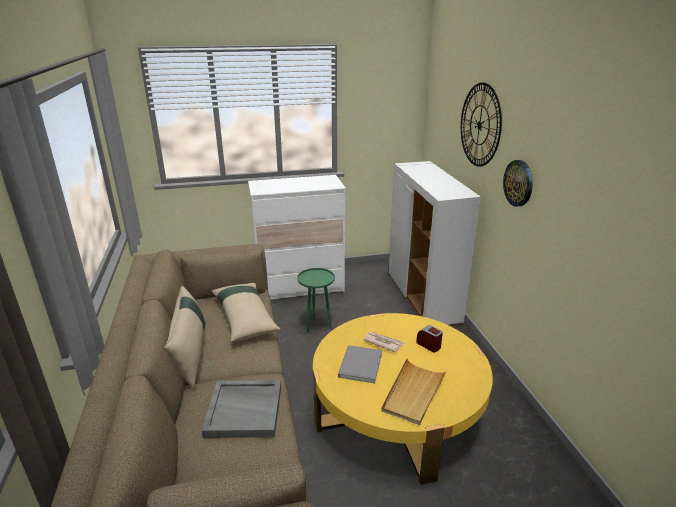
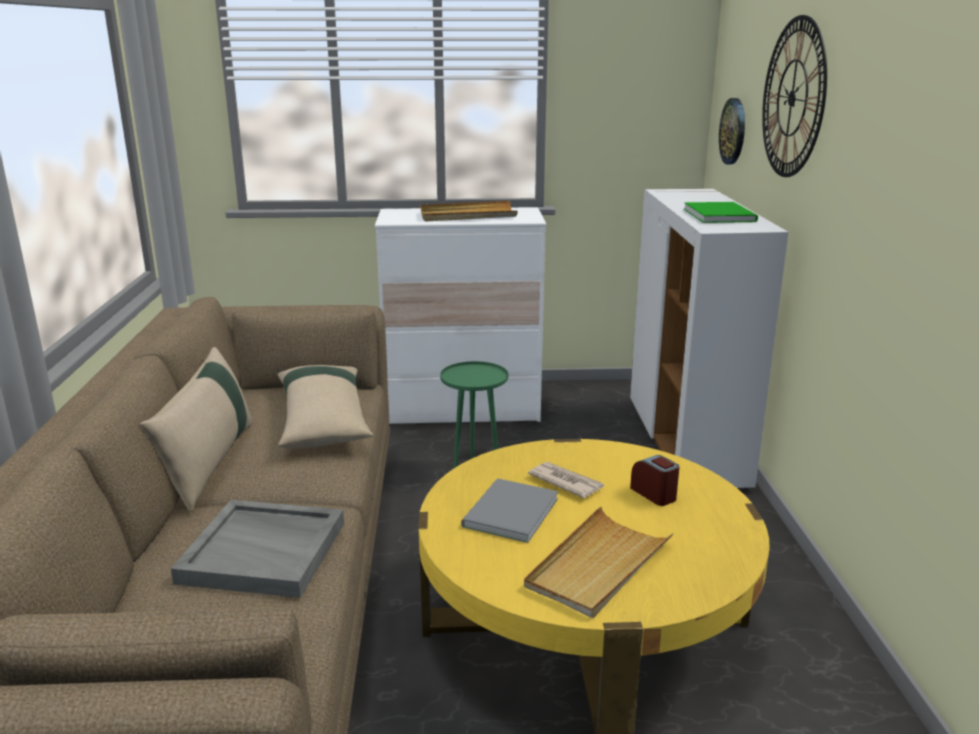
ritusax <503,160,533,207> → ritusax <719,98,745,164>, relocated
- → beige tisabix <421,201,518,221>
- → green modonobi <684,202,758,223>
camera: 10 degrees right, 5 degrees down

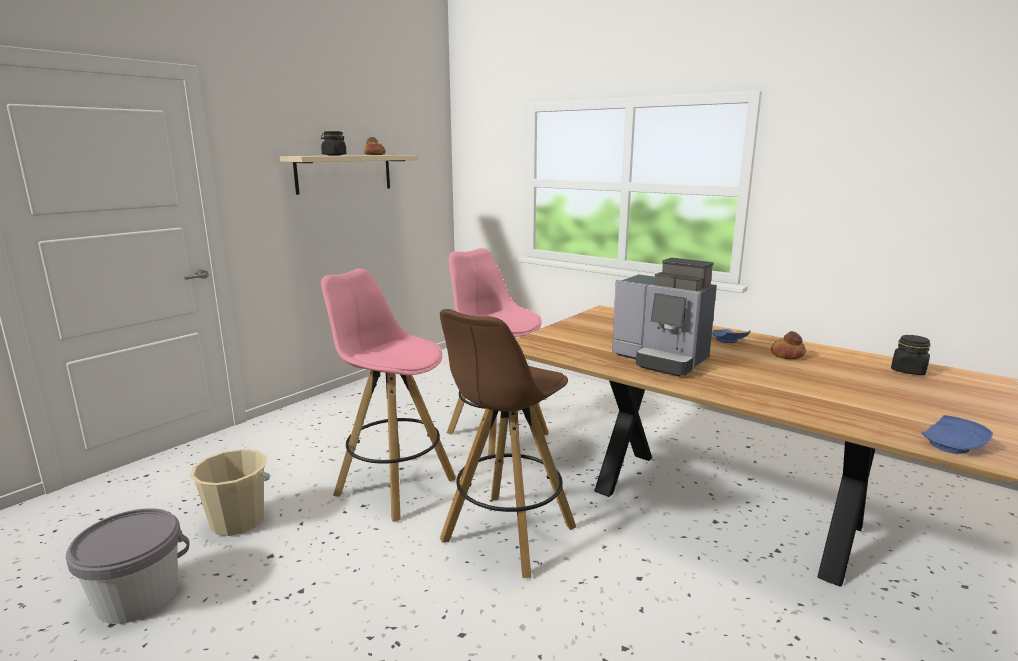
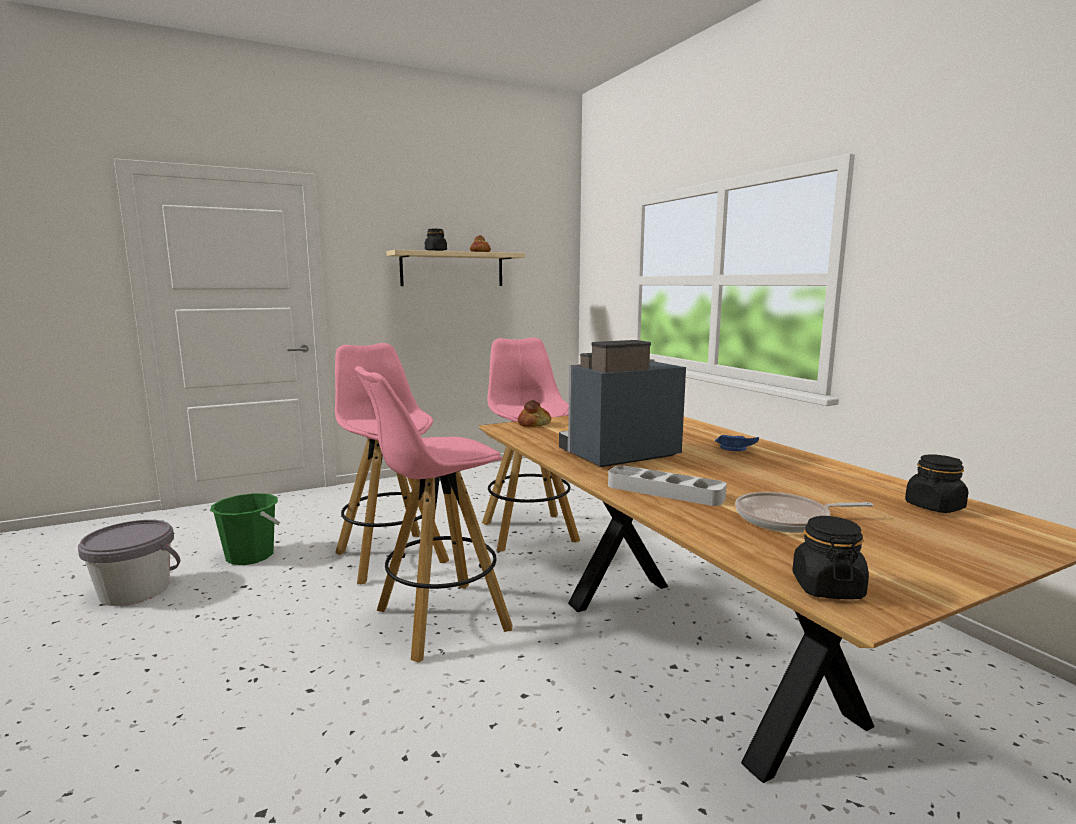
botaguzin <612,258,717,376> → botaguzin <559,340,686,467>, 90 degrees clockwise
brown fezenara <440,309,576,578> → pink fezenara <355,366,512,663>
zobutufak <771,331,806,359> → zobutufak <518,400,551,427>, relocated
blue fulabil <921,415,993,454> → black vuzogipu <792,516,869,599>
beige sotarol <190,449,270,536> → green sotarol <210,493,280,565>
- → grey tisabix <608,465,727,506>
- → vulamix <735,492,873,533>
camera: 25 degrees right, 5 degrees down

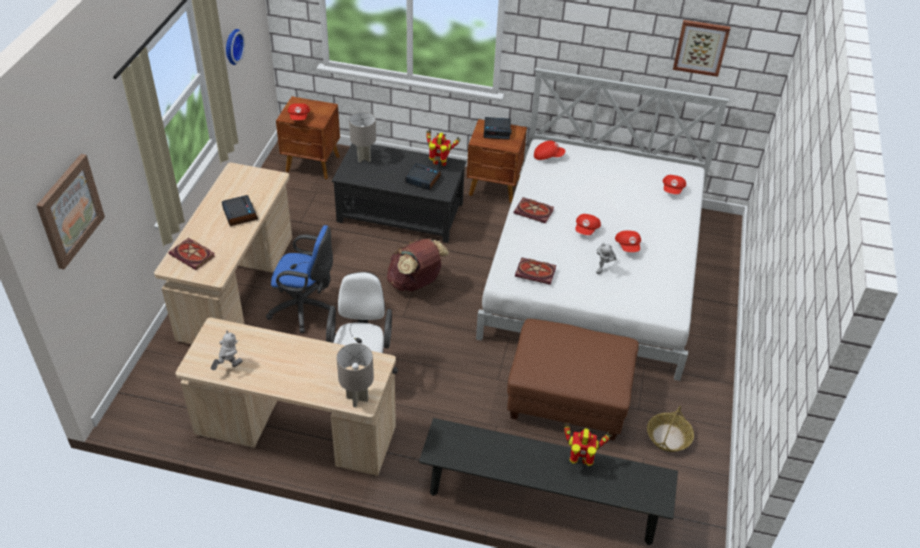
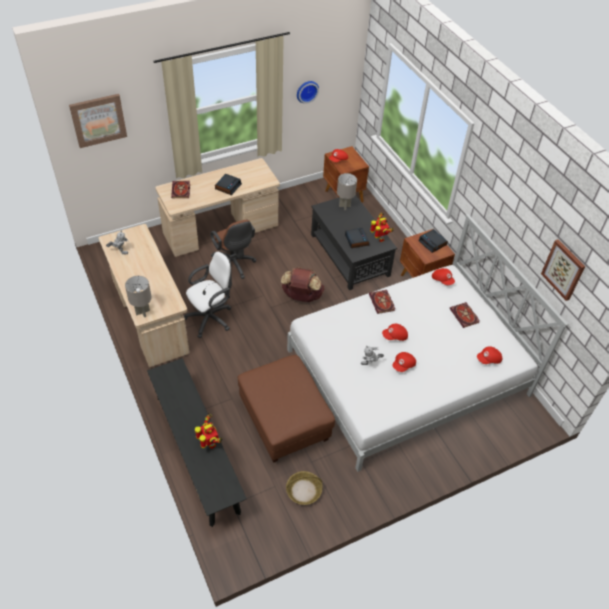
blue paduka <266,225,336,333> → brown paduka <210,220,256,279>
modonobi <515,257,556,285> → modonobi <449,302,480,328>, relocated
camera: 50 degrees right, 5 degrees up

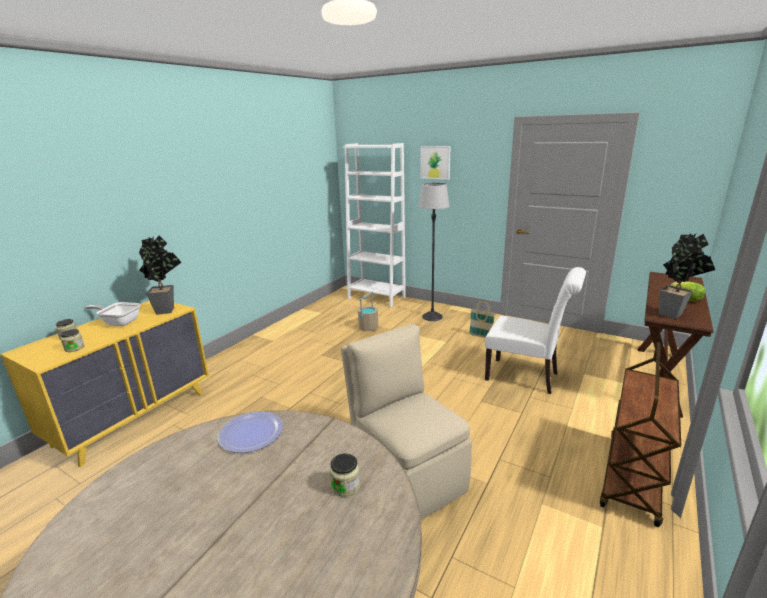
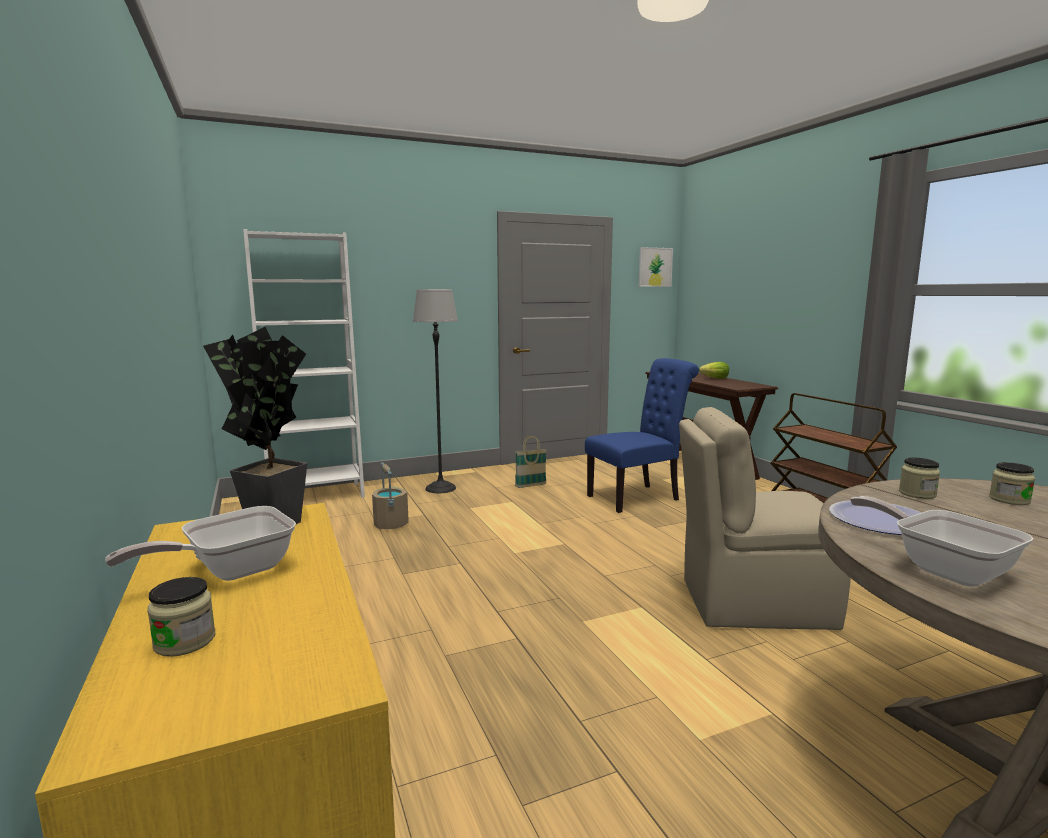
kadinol <421,146,451,179> → kadinol <639,247,673,287>, relocated
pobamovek <659,234,715,319> → -
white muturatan <485,267,586,394> → blue muturatan <585,358,699,513>
vuzogipu <60,329,84,352> → vuzogipu <899,458,940,499>, relocated
- → vulamix <850,496,1033,587>
camera: 55 degrees left, 10 degrees down

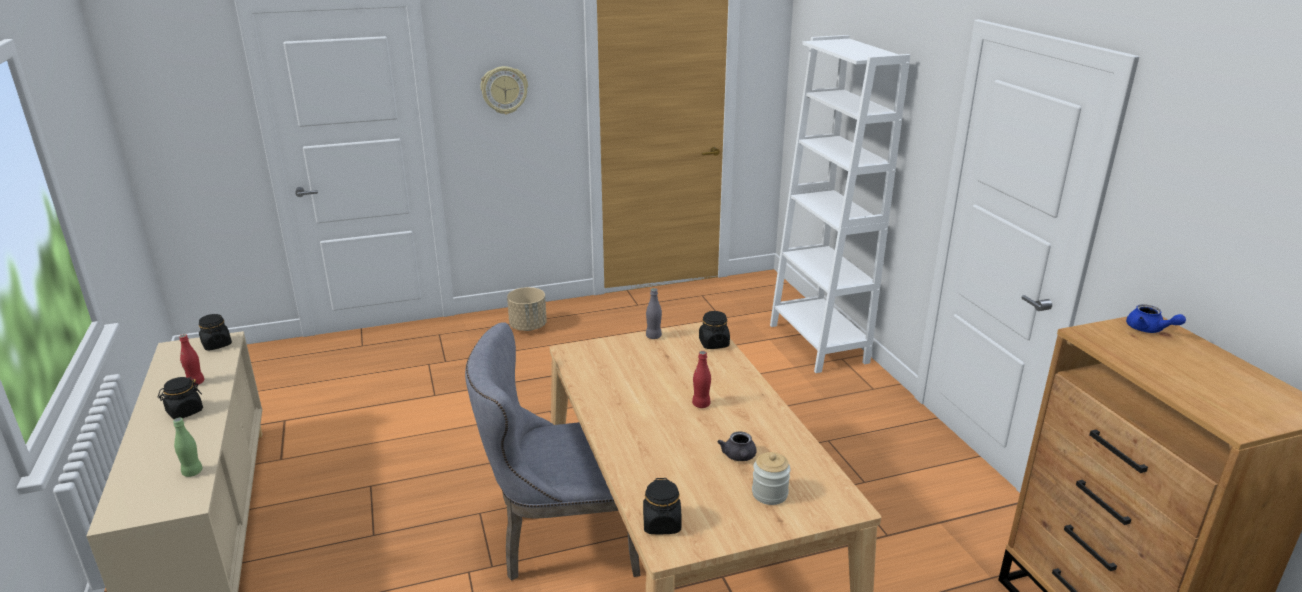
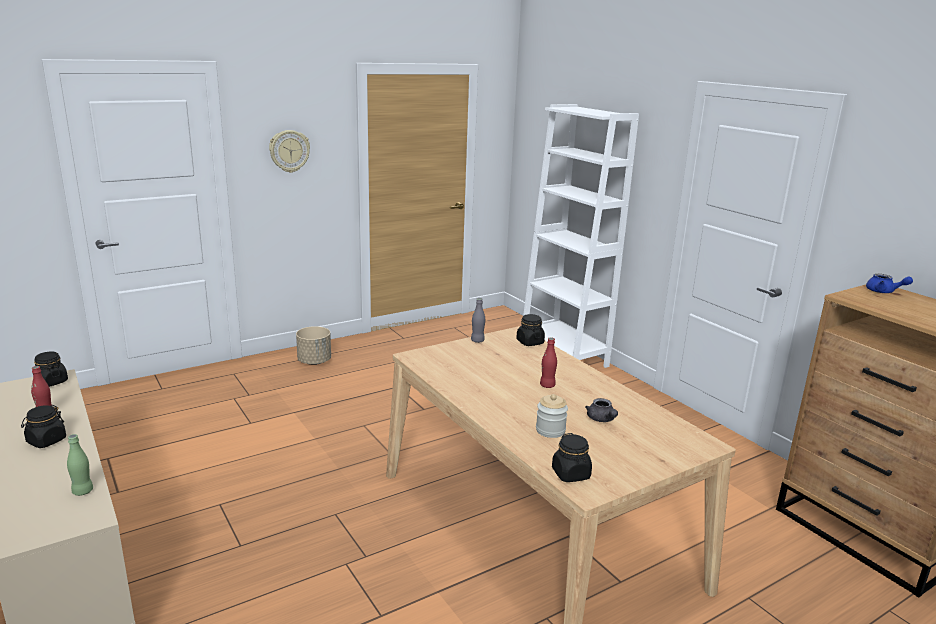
grey muturatan <465,322,641,581> → -
vuzogipu <752,452,791,505> → vuzogipu <536,394,568,438>, relocated
camera: 15 degrees left, 5 degrees down

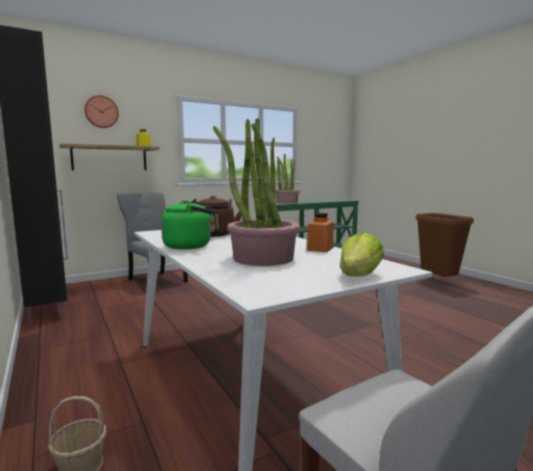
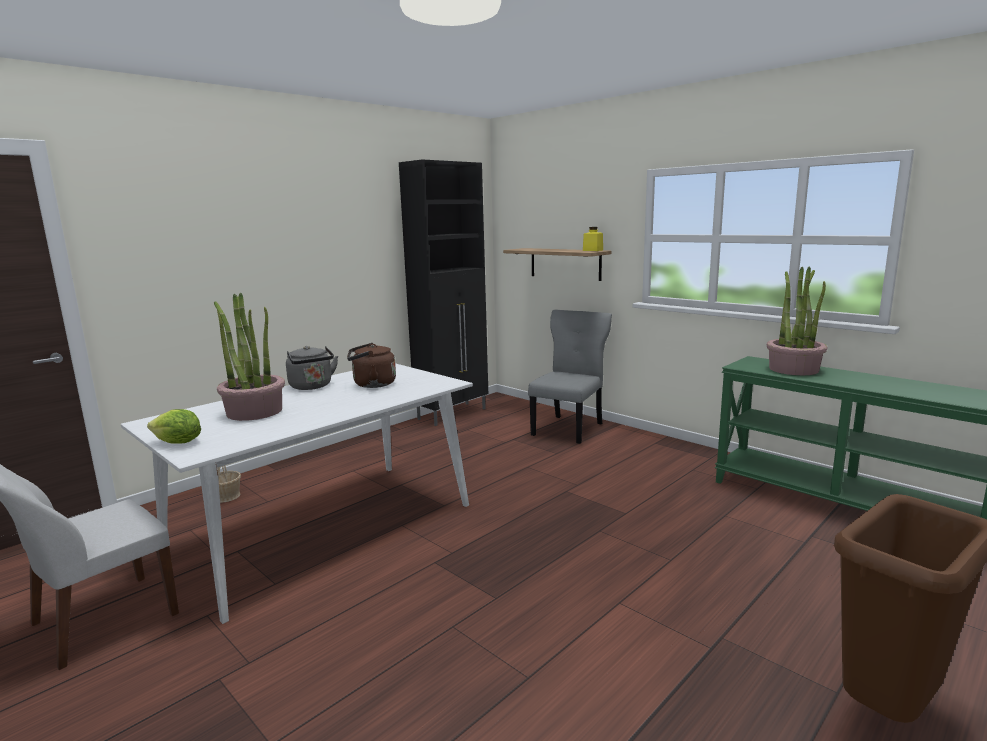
ritusax <84,95,119,128> → -
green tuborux <161,200,215,250> → grey tuborux <286,346,338,390>
orange vuzogipu <307,213,334,253> → -
camera: 75 degrees right, 5 degrees up

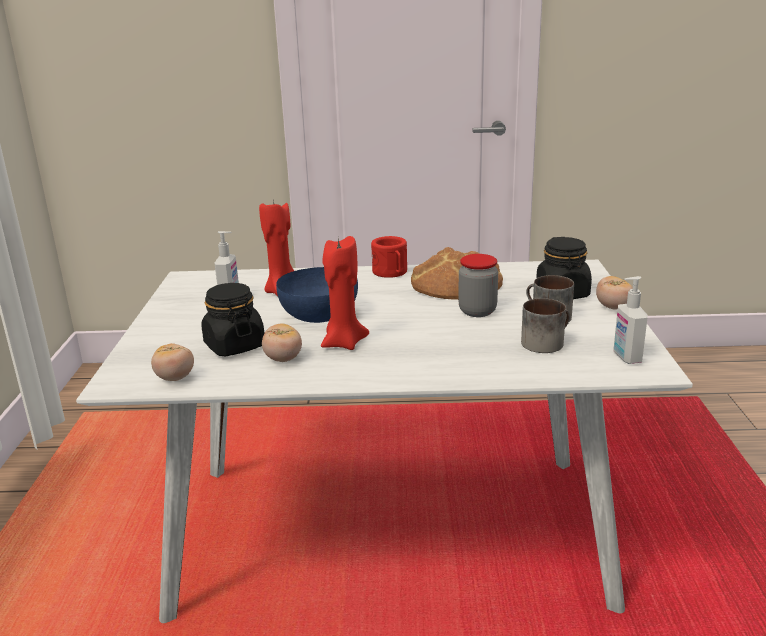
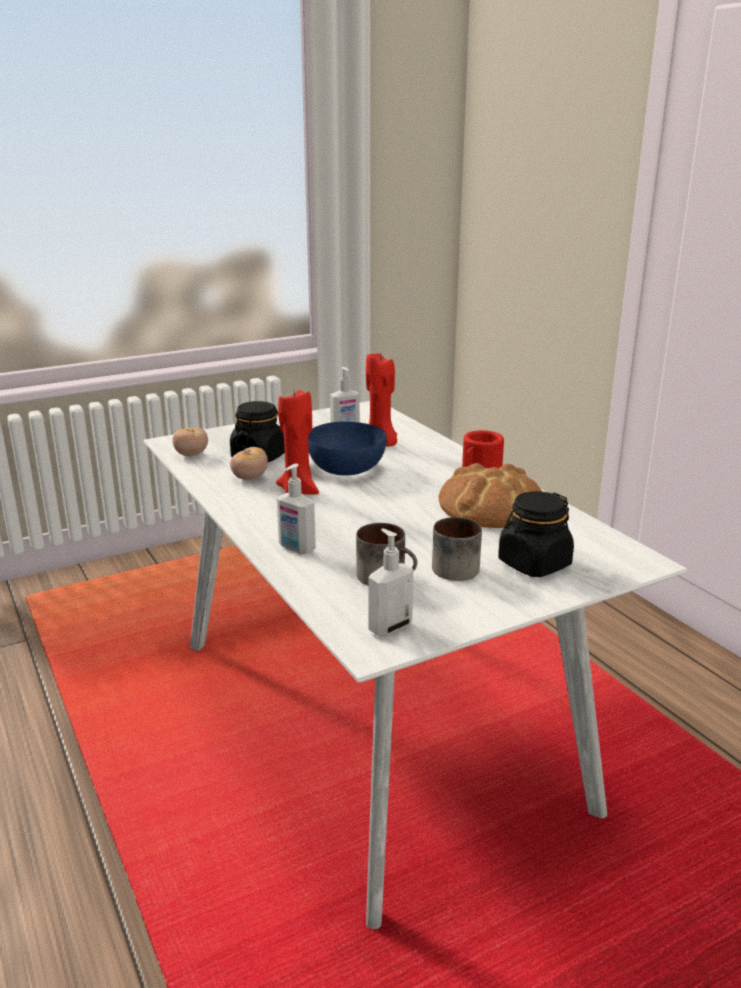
vuzogipu <458,254,498,317> → -
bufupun <596,276,633,310> → -
- → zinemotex <277,464,316,554>
camera: 60 degrees right, 0 degrees up

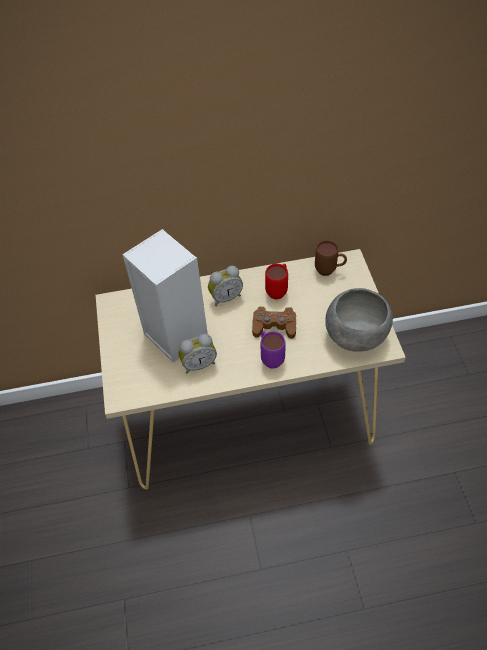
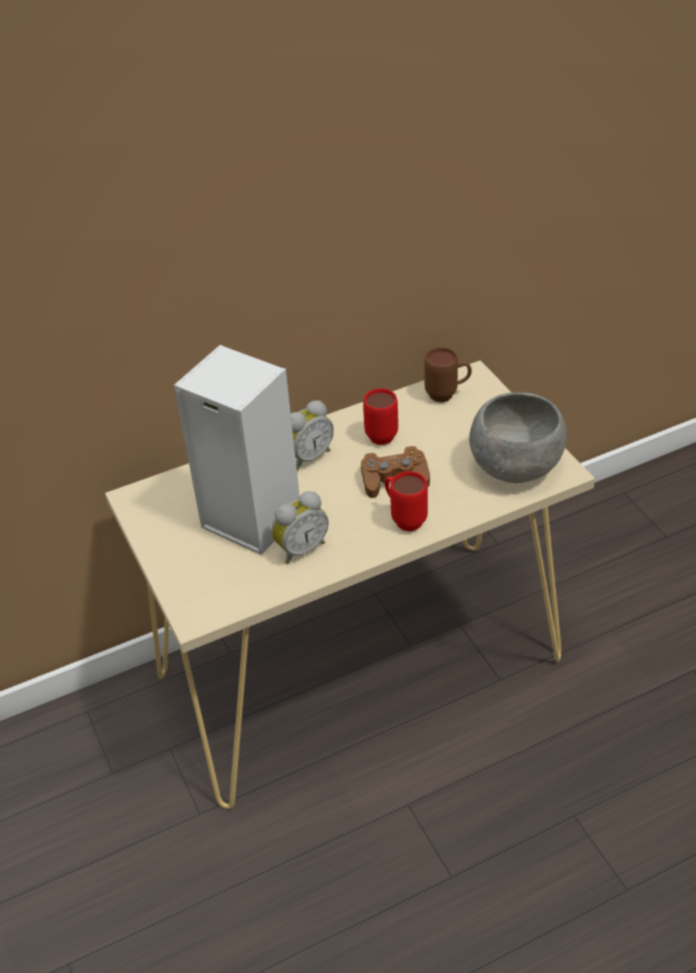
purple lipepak <261,331,286,369> → red lipepak <384,471,428,531>
camera: 15 degrees left, 10 degrees down

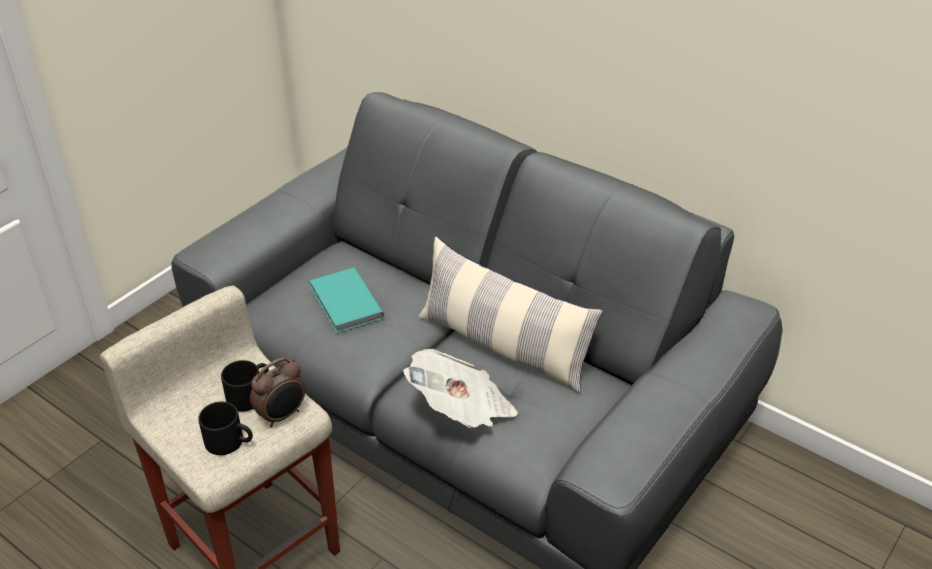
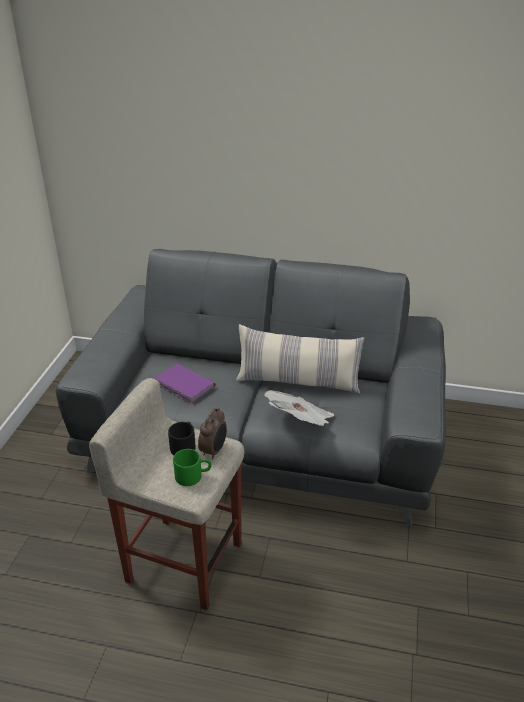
turquoise modonobi <310,268,384,333> → purple modonobi <154,363,215,403>
black lipepak <198,402,253,455> → green lipepak <173,449,211,486>
camera: 25 degrees left, 5 degrees down

